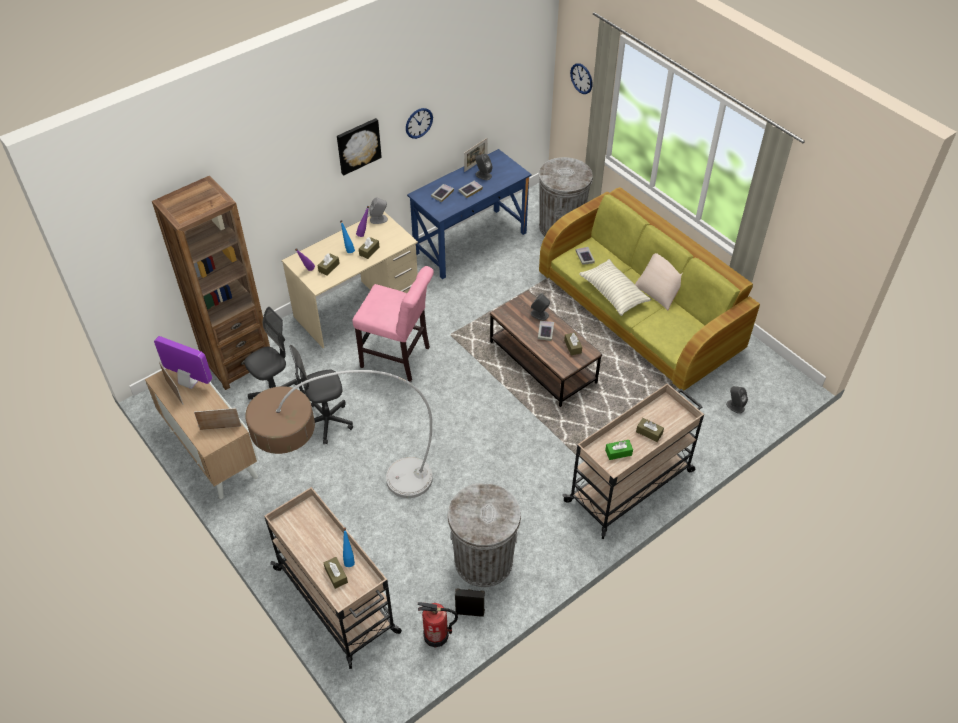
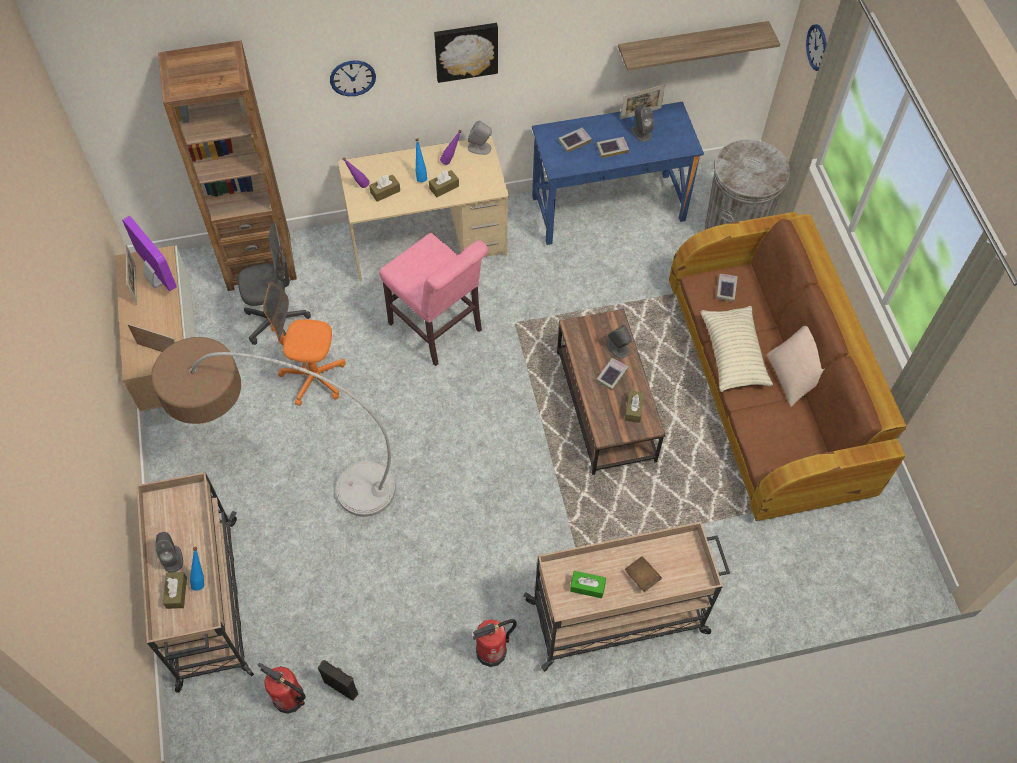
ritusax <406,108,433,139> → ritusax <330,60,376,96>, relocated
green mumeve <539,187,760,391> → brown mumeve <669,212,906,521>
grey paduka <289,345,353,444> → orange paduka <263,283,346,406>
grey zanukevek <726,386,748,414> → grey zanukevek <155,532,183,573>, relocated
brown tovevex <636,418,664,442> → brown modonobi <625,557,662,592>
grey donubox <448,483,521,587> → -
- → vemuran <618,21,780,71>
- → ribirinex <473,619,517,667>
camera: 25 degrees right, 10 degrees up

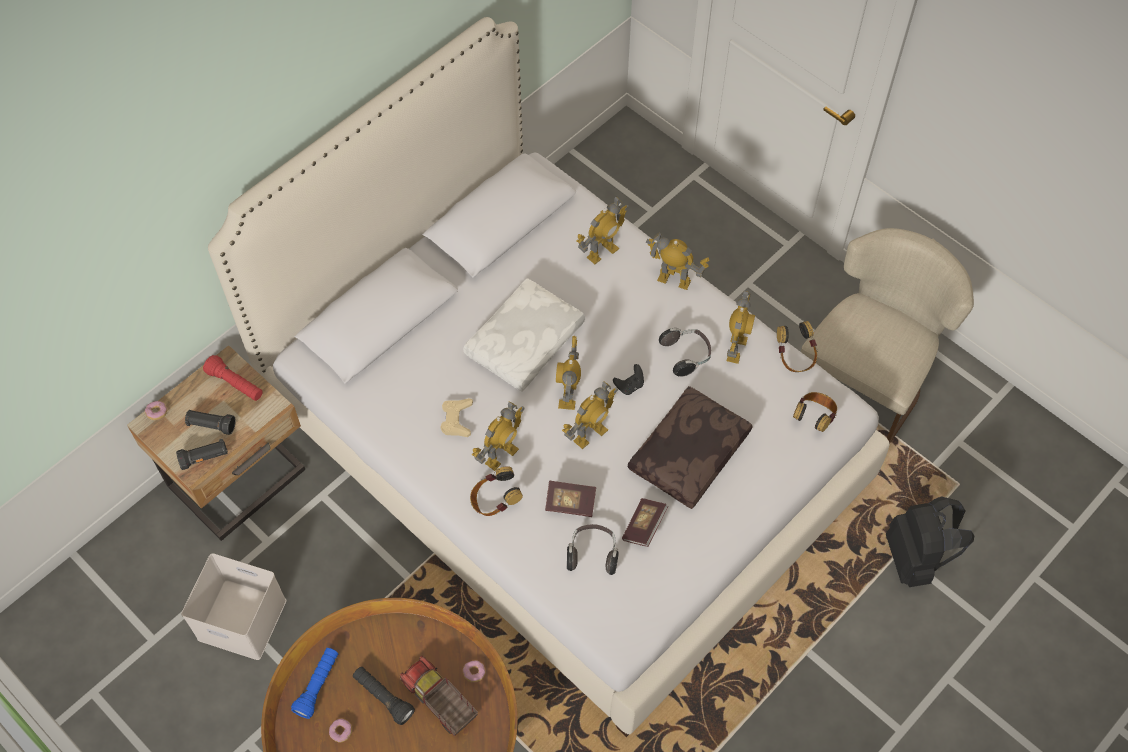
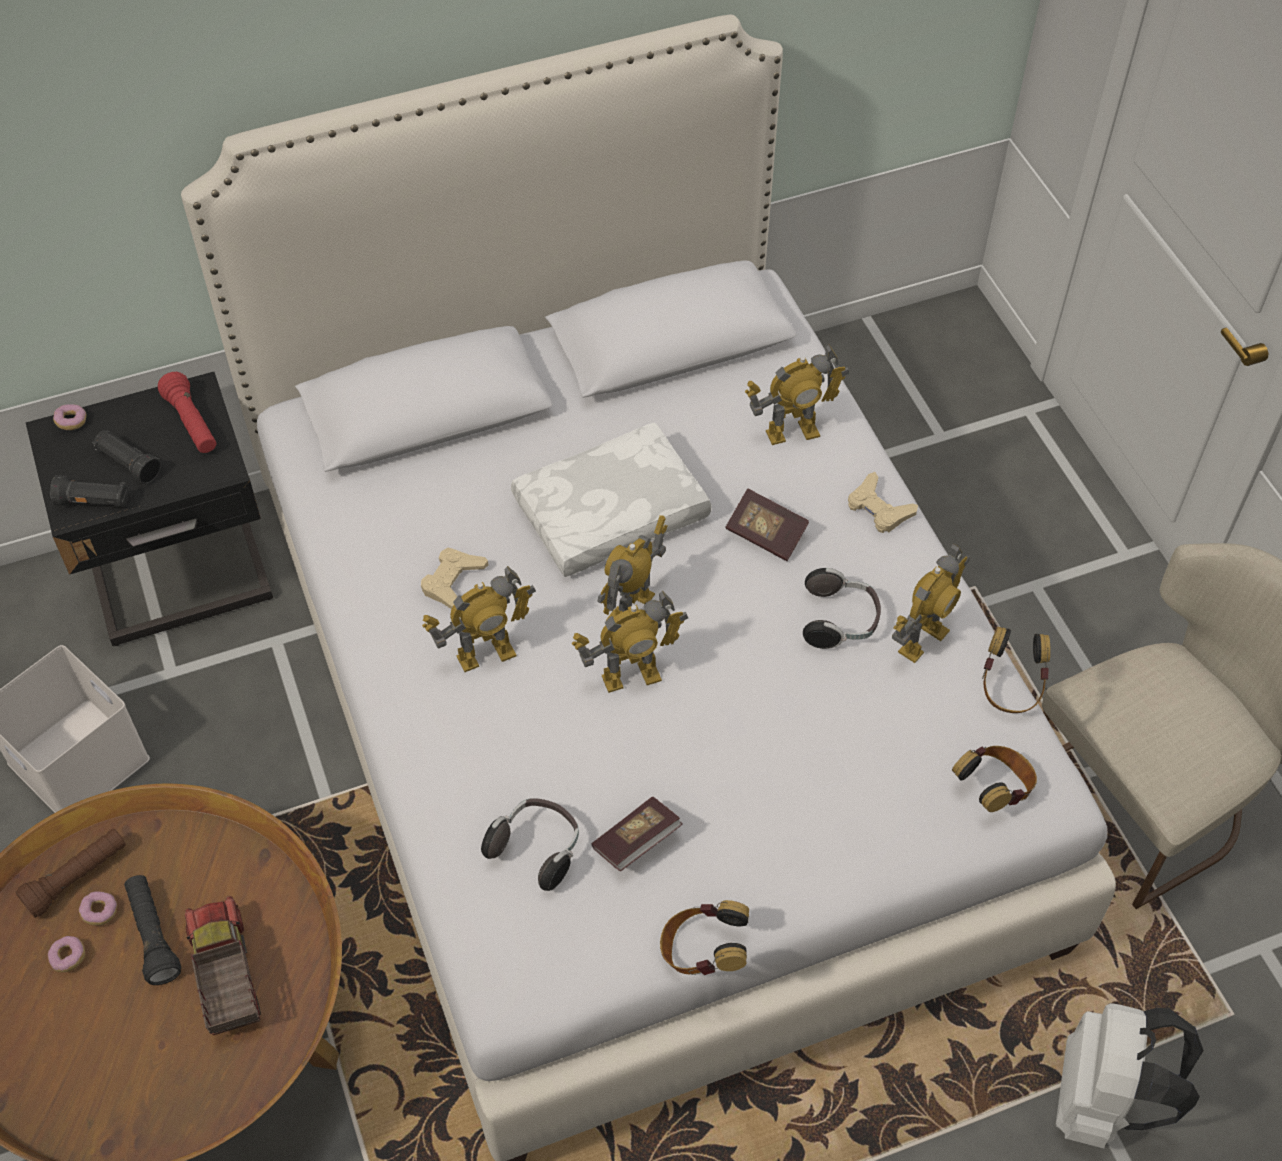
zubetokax <646,232,709,290> → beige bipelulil <848,472,918,533>
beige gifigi <127,345,305,541> → black gifigi <26,372,273,646>
black bipelulil <613,364,644,395> → -
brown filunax <628,386,753,509> → -
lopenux <470,466,523,516> → lopenux <660,900,749,975>, relocated
modonobi <545,481,596,517> → modonobi <726,489,809,561>, relocated
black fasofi <886,496,974,587> → white fasofi <1056,1003,1204,1149>
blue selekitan <291,648,338,719> → brown selekitan <16,829,126,918>
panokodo <462,660,486,682> → panokodo <79,892,117,926>, relocated
camera: 25 degrees right, 5 degrees down

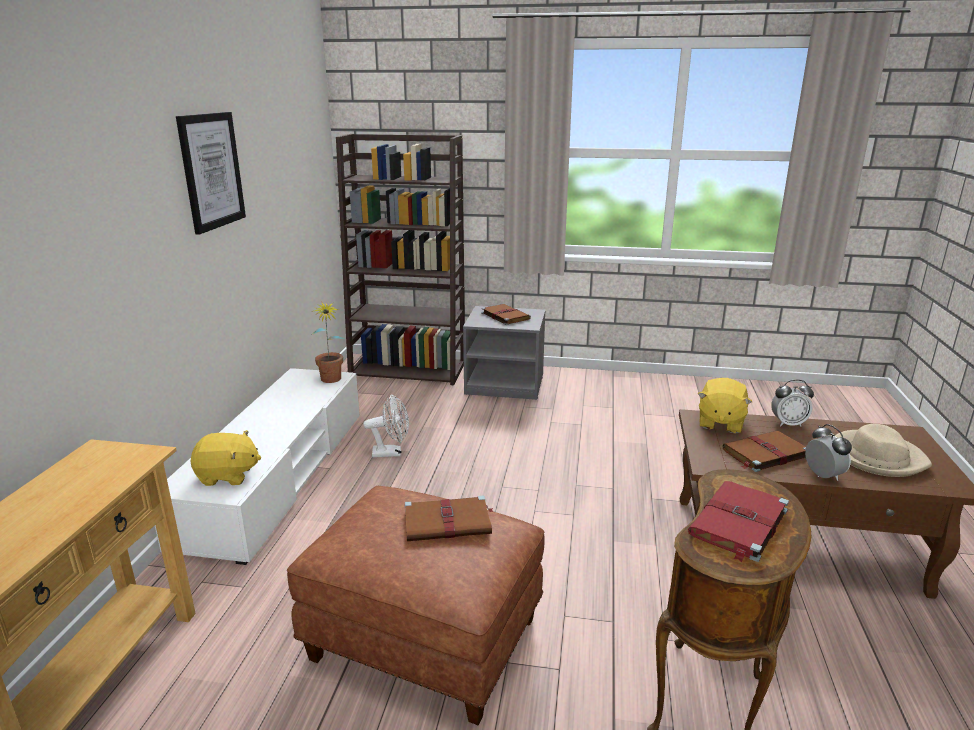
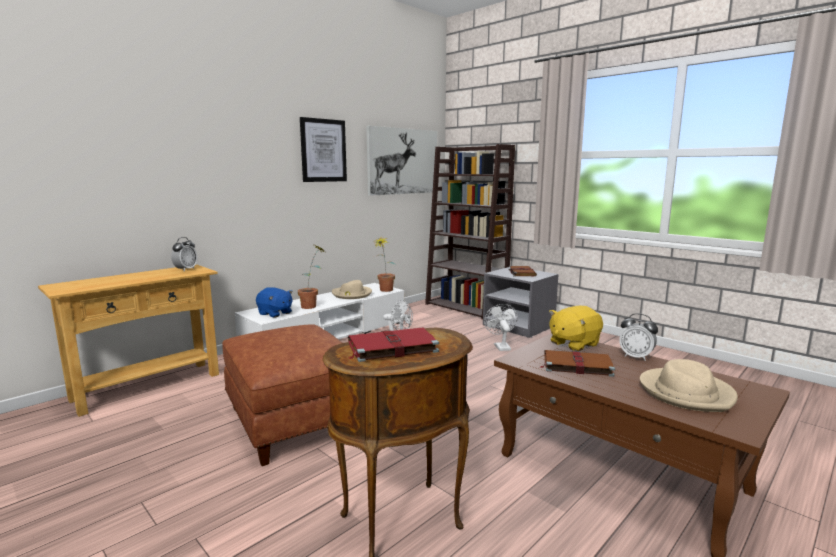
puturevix <805,424,852,481> → puturevix <171,237,197,271>, relocated
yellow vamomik <190,430,261,486> → blue vamomik <256,287,293,318>
brown modonobi <405,496,494,541> → -
- → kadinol <366,126,437,196>
- → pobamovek <298,245,326,309>
- → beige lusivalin <332,280,372,299>
- → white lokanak <484,304,518,351>
camera: 35 degrees right, 10 degrees down

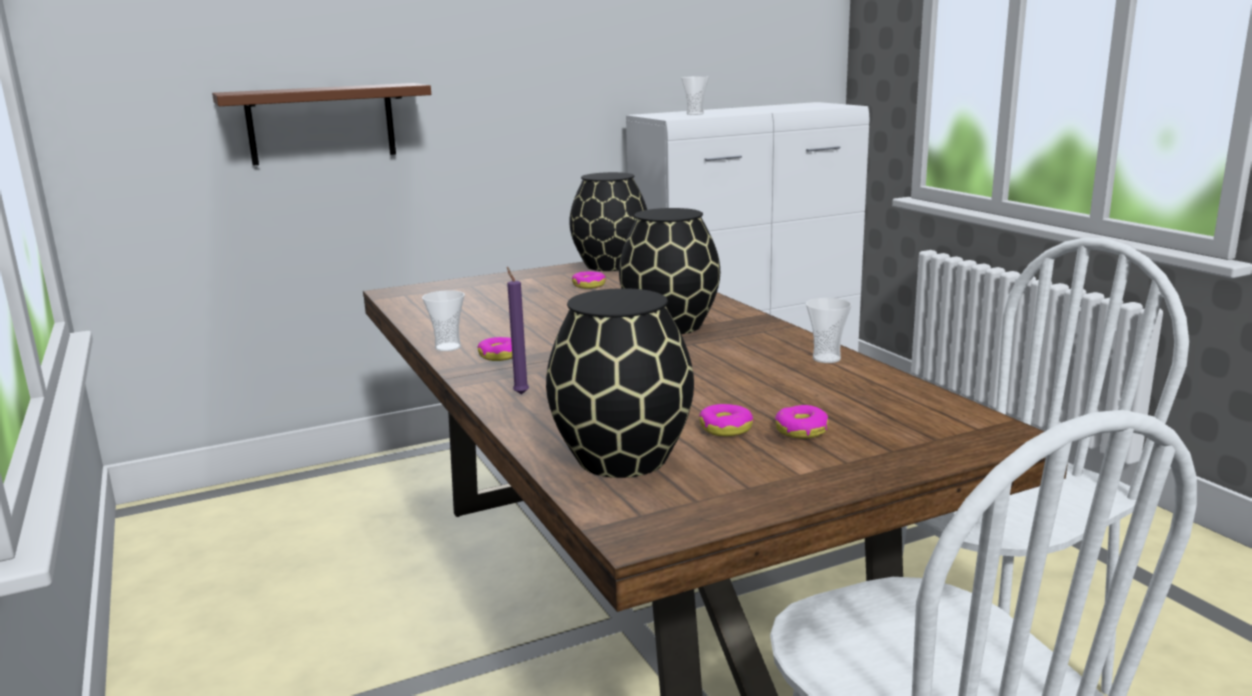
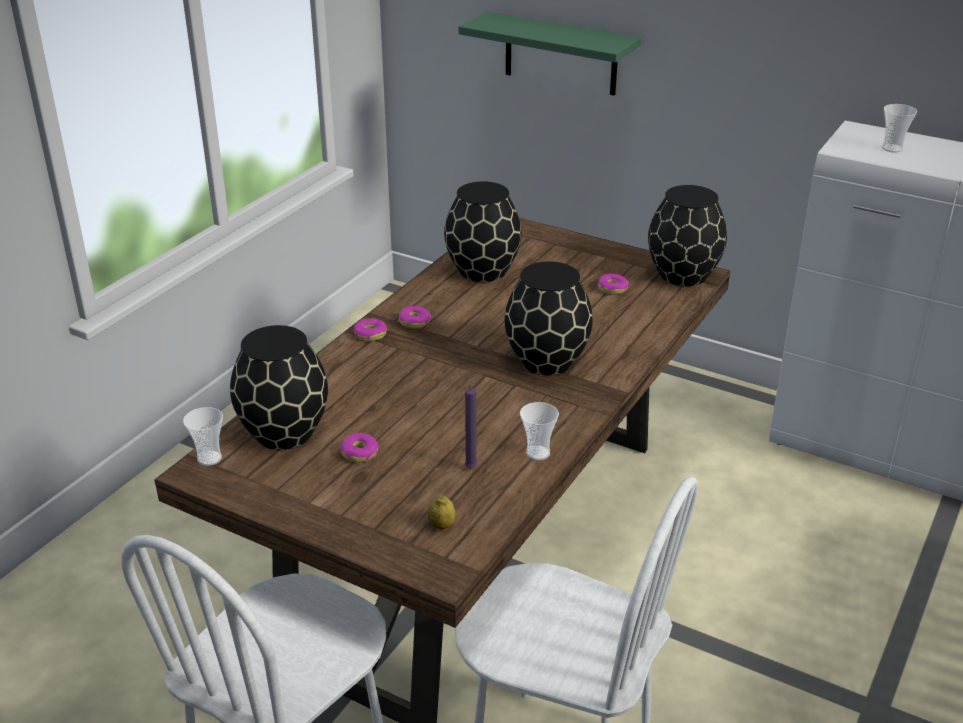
brown vemuran <212,83,431,166> → green vemuran <459,12,641,96>
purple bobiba <507,267,529,395> → purple bobiba <465,376,478,468>, relocated
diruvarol <422,290,465,351> → diruvarol <183,407,223,466>, relocated
panokodo <775,405,828,438> → panokodo <354,318,387,341>, relocated
- → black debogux <444,181,522,282>
- → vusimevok <427,496,456,529>
camera: 55 degrees right, 15 degrees up

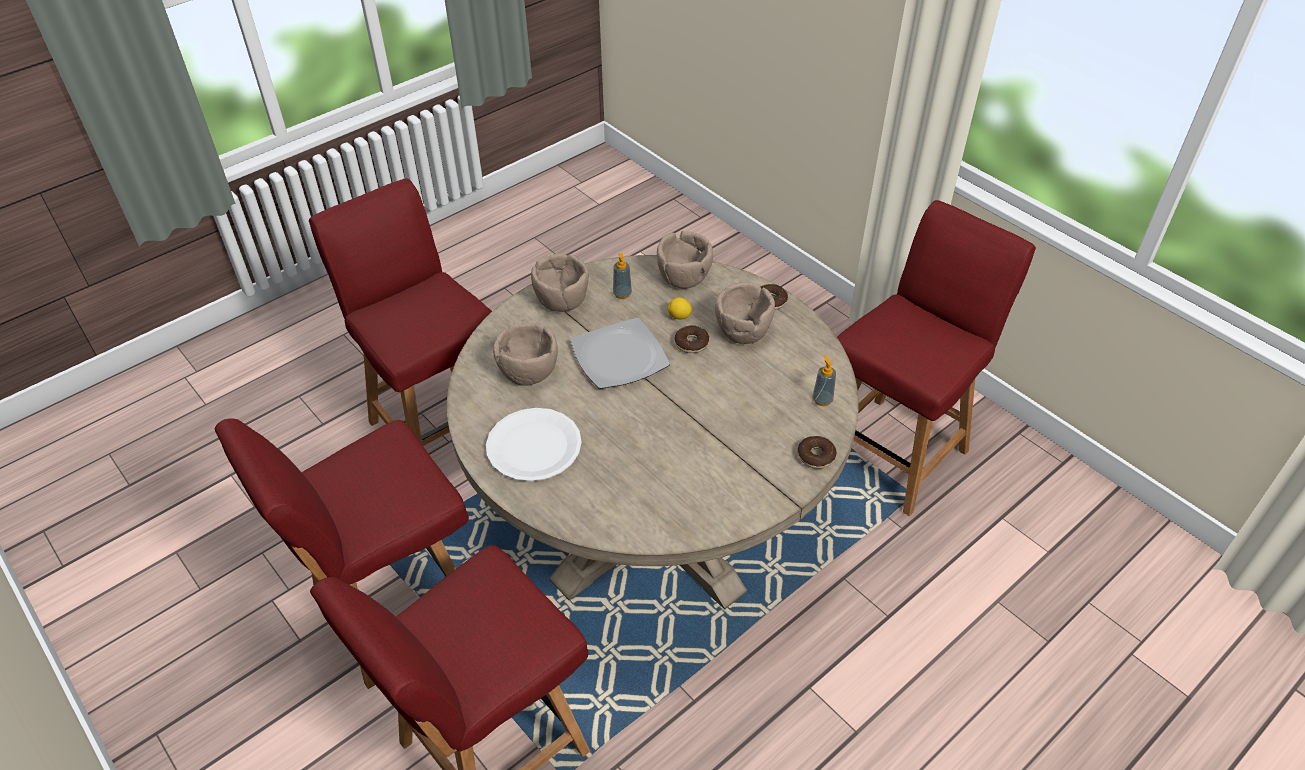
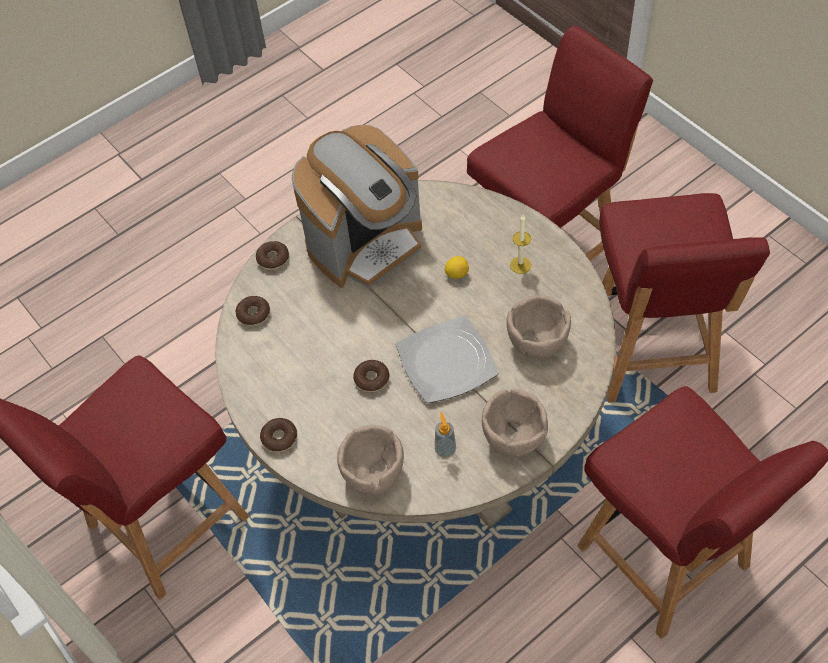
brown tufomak <715,283,775,344> → -
vusimevok <668,297,692,320> → vusimevok <445,256,469,279>, relocated
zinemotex <813,354,836,406> → panokodo <236,296,270,326>
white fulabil <486,408,582,481> → bobiba <510,215,531,274>
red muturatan <215,418,469,689> → red muturatan <599,193,770,402>, 120 degrees clockwise
- → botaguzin <291,125,422,288>
camera: 175 degrees left, 10 degrees up

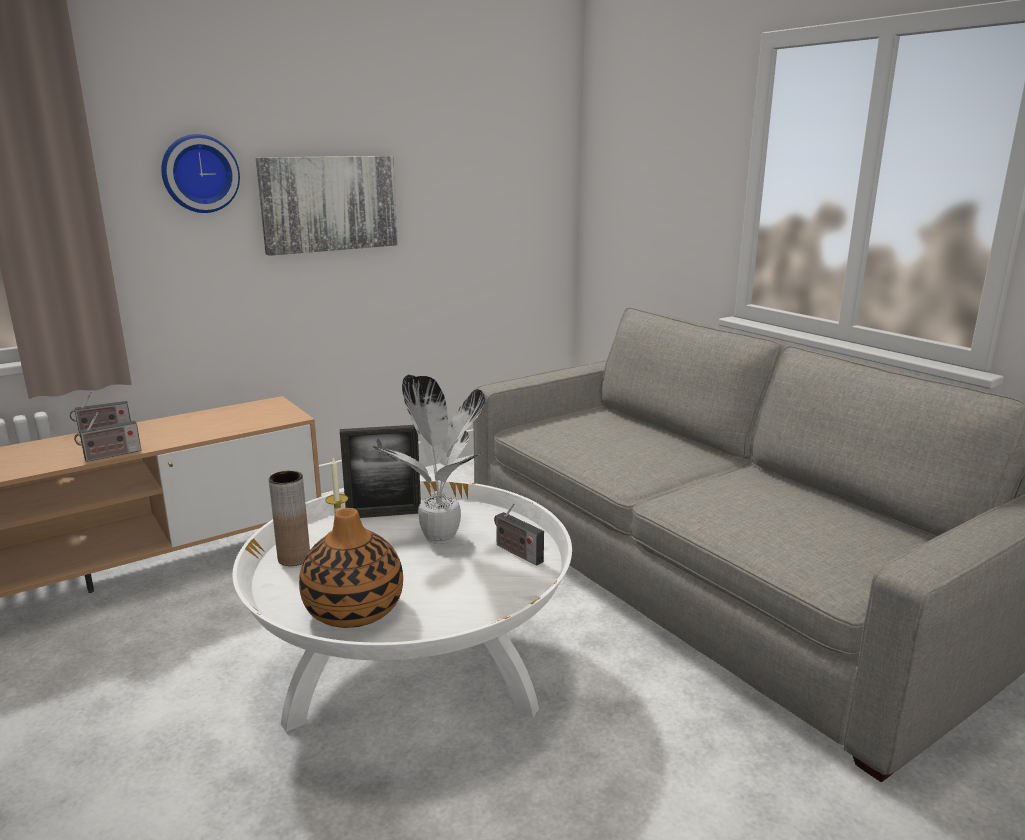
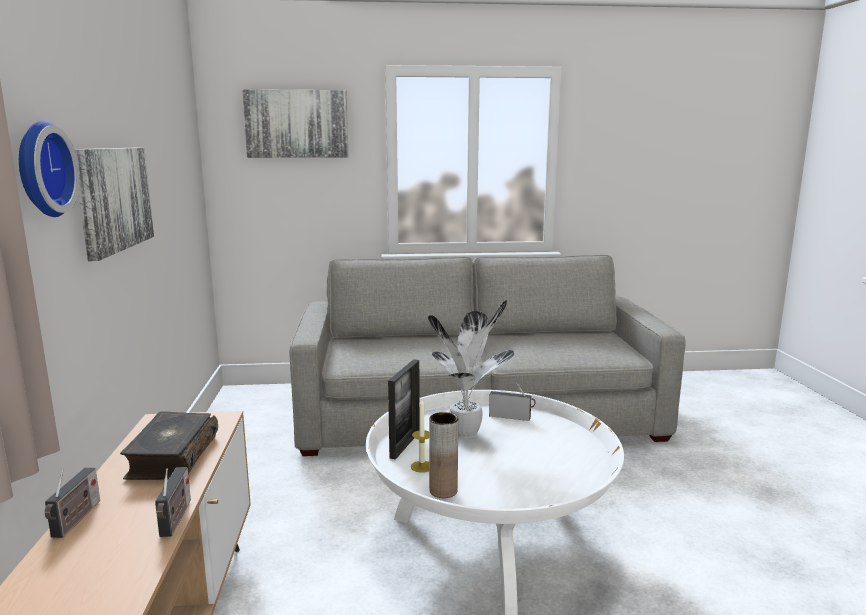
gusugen <494,503,544,566> → gusugen <489,383,536,421>, 150 degrees counterclockwise
debogux <299,508,403,628> → -
- → kadinol <242,89,349,158>
- → modonobi <120,411,218,480>
camera: 60 degrees left, 5 degrees down

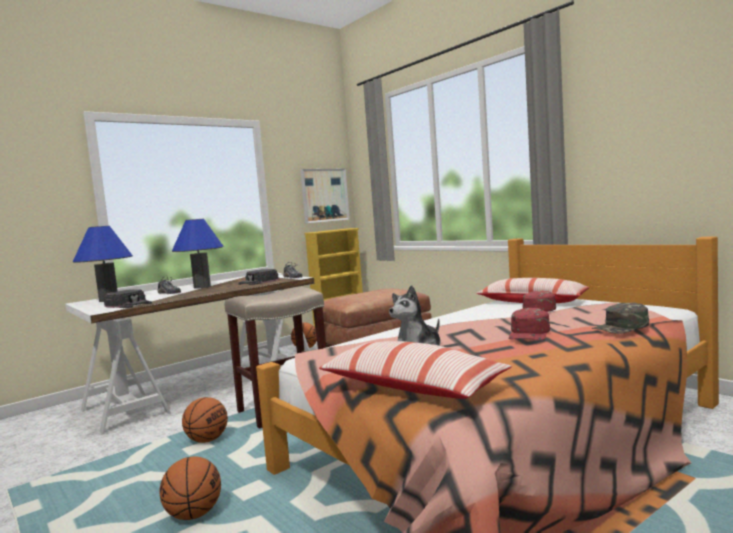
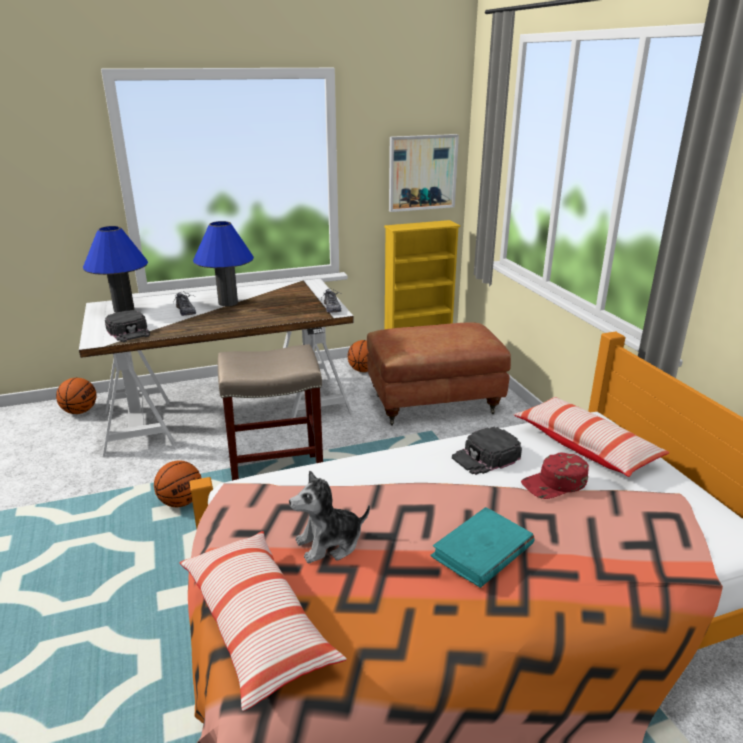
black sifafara <238,269,279,285> → black sifafara <452,427,522,475>, relocated
green sifafara <592,302,649,334> → -
red sifafara <509,308,550,340> → turquoise modonobi <430,507,534,588>
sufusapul <159,456,221,520> → sufusapul <56,378,97,414>, relocated
camera: 20 degrees right, 20 degrees up

